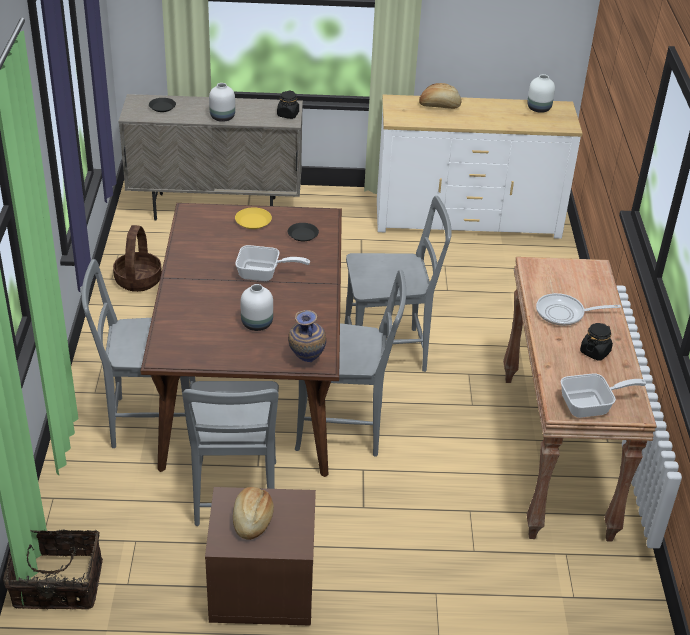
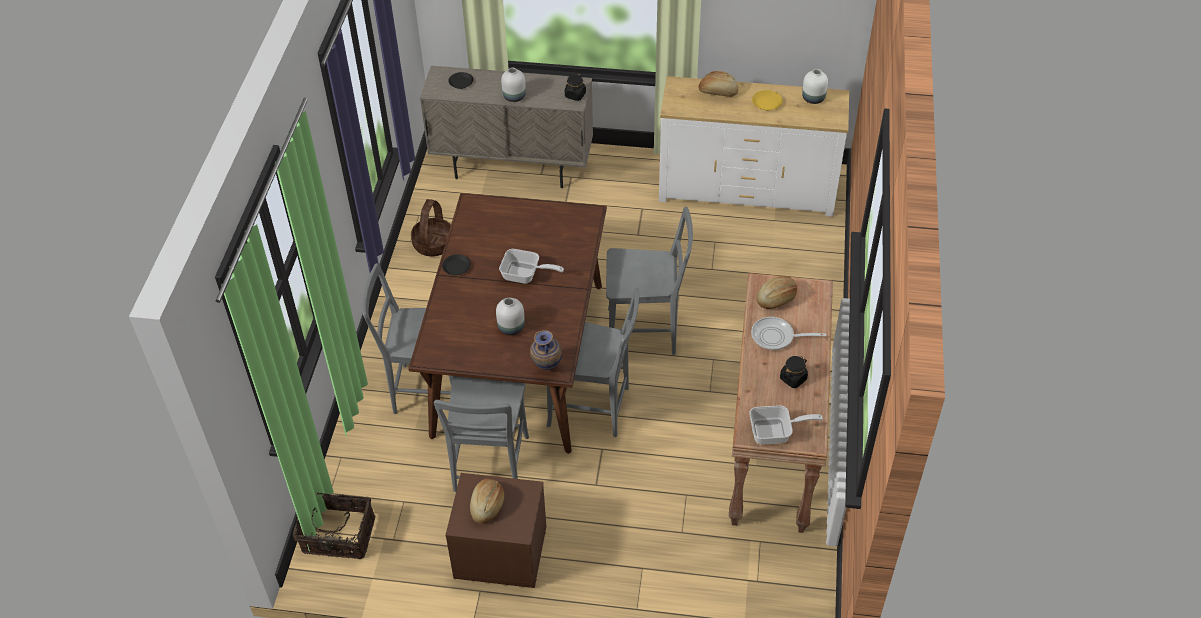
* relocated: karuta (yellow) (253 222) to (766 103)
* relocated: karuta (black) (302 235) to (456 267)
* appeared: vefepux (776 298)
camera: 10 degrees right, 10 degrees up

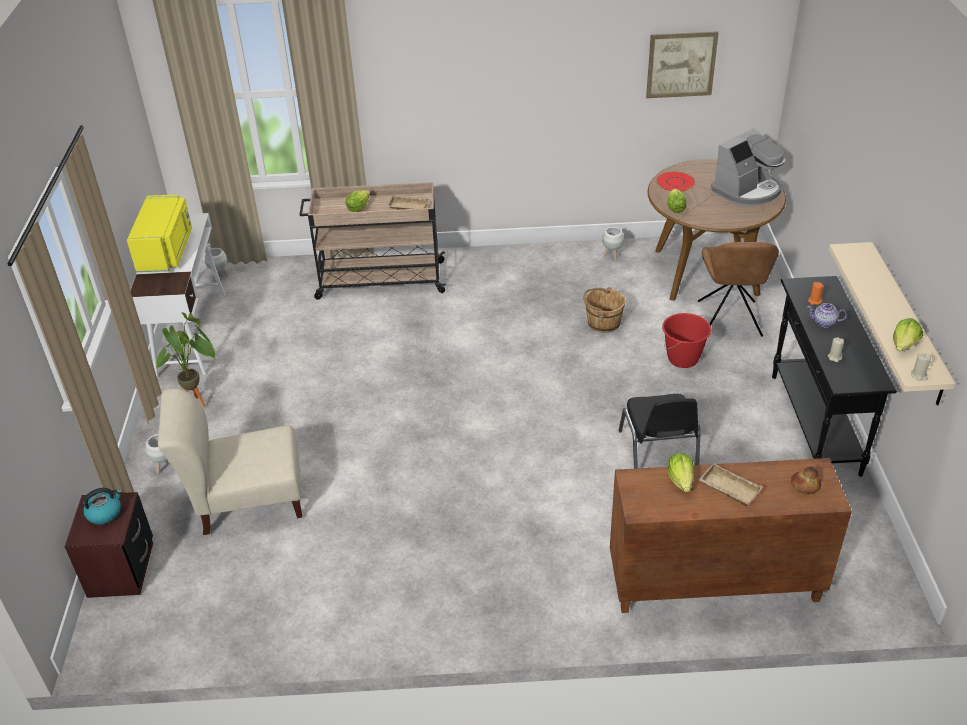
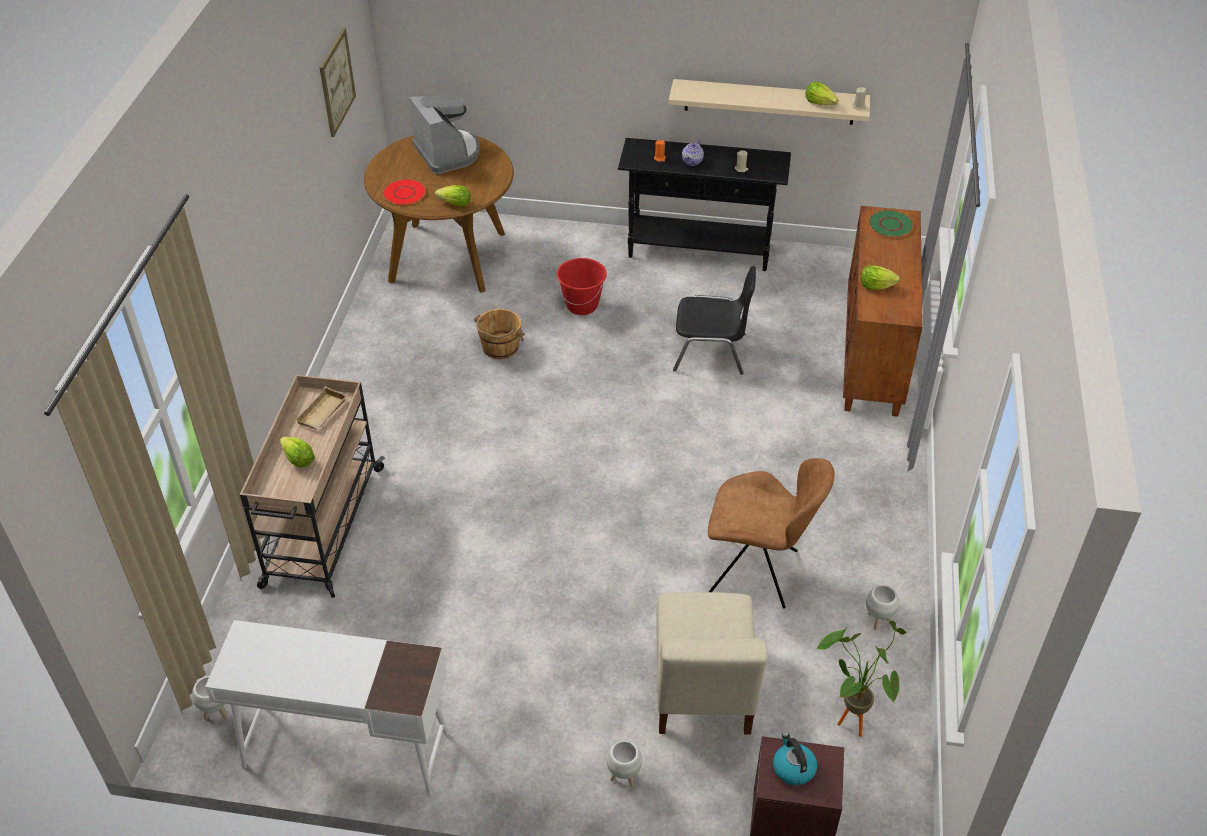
* missing: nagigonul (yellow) (166 251)
* relocated: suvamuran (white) (612 256) to (878 621)
* relocated: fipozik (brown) (729 320) to (757 572)
* relocated: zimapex (201 403) to (849 719)
* missing: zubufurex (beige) (728 489)
* exchanged: vefepux (804 485) to karuta (green) (890 225)
camera: 80 degrees left, 5 degrees up

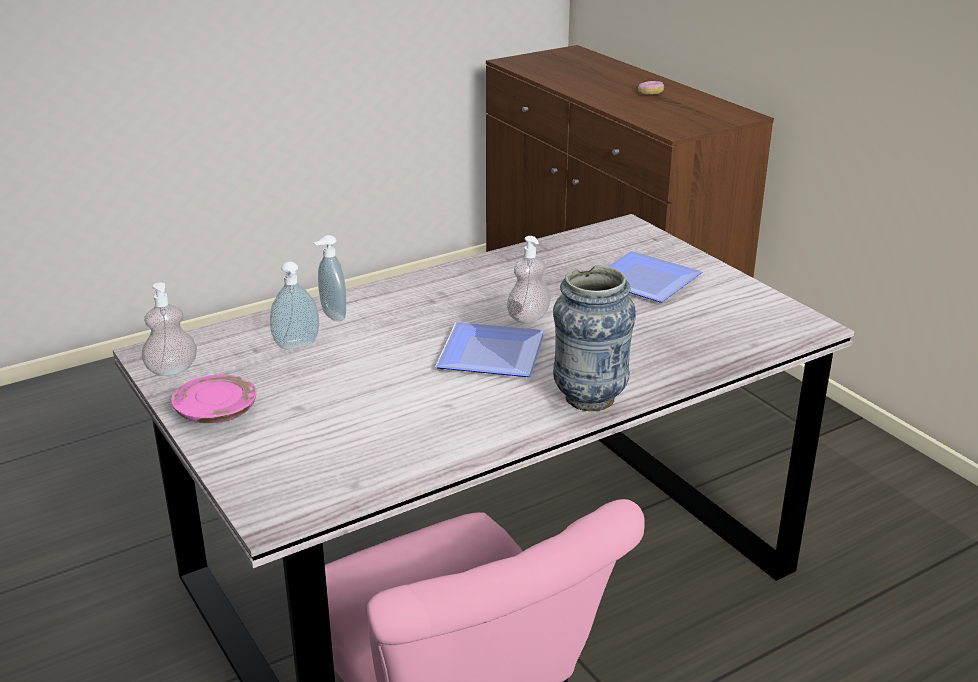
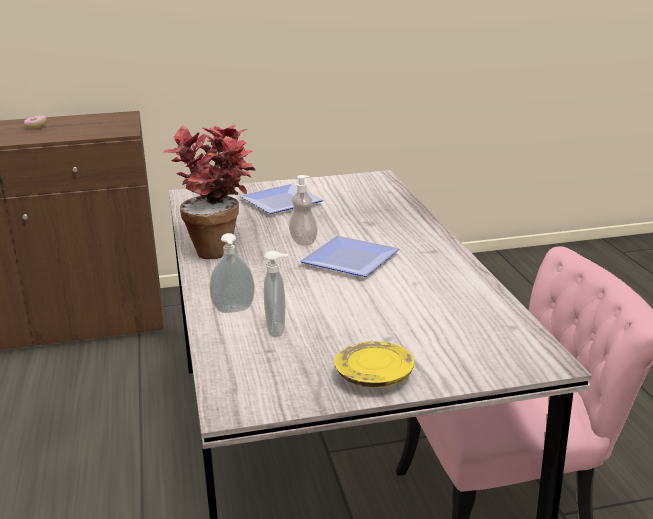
* missing: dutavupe (589 398)
* missing: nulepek (172 369)
* colour: karuta (pink) (216 411) to karuta (yellow) (374 377)
* appeared: zimapex (221 248)
camera: 70 degrees left, 5 degrees down

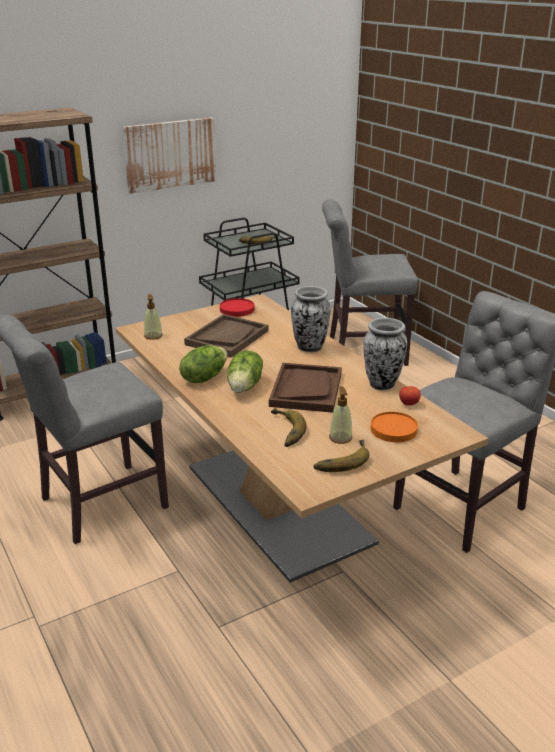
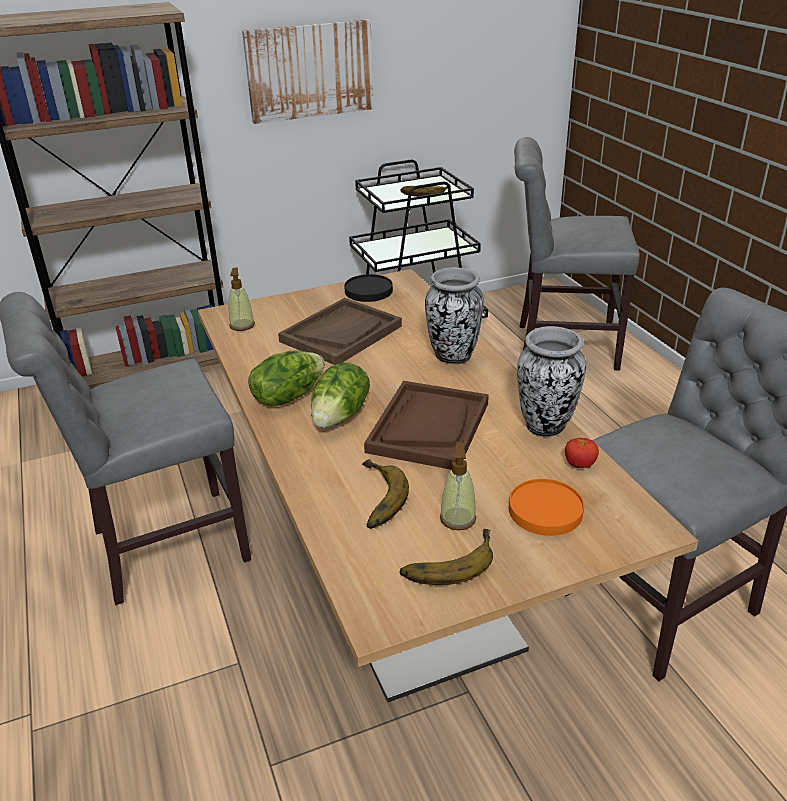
* colour: karuta (red) (237 309) to karuta (black) (368 291)
camera: 10 degrees right, 5 degrees up

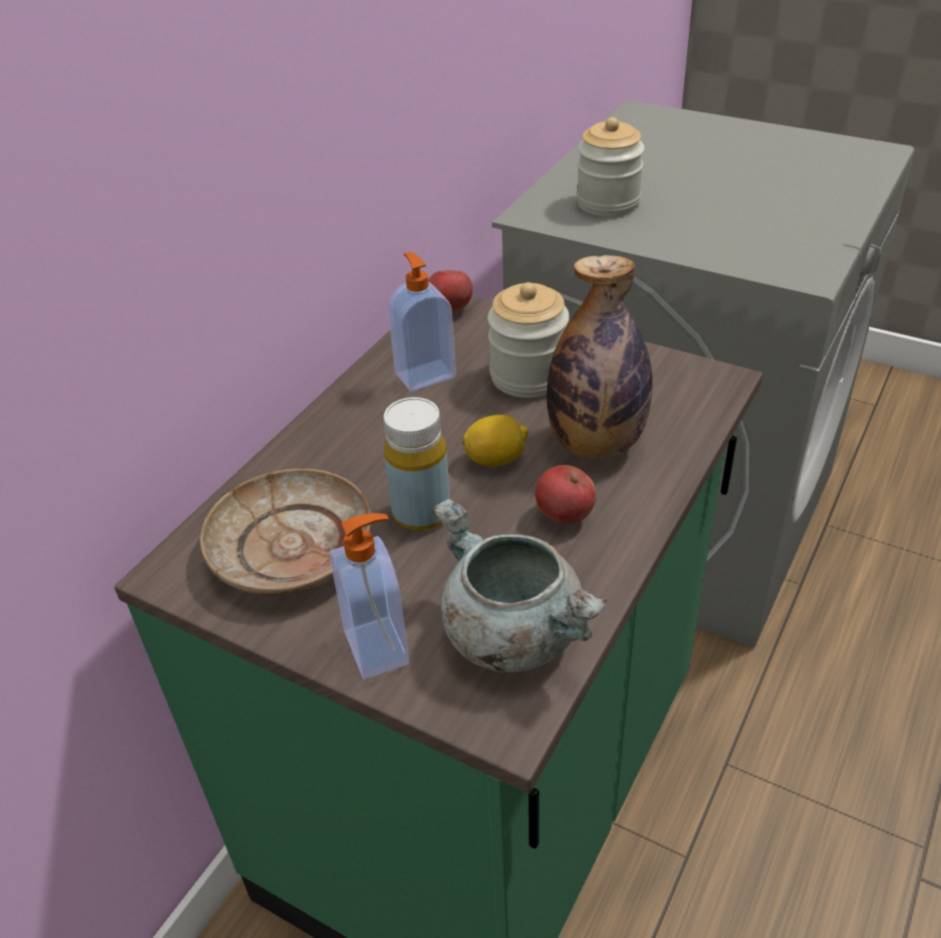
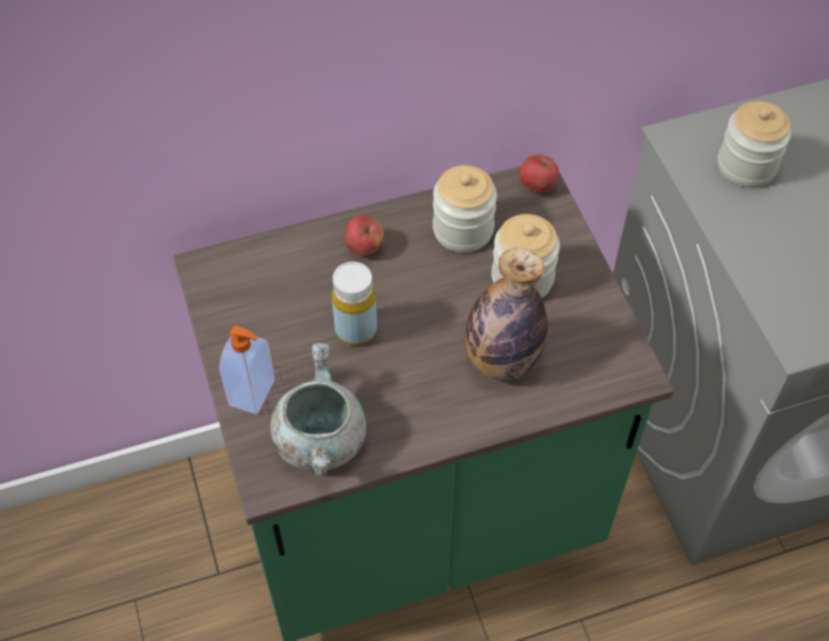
* exchanged: nulepek (424 375) to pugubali (463 229)
* missing: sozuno (496 459)
* relocated: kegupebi (564 515) to (364 247)
* missing: karuta (beige) (291 549)
camera: 40 degrees right, 15 degrees up

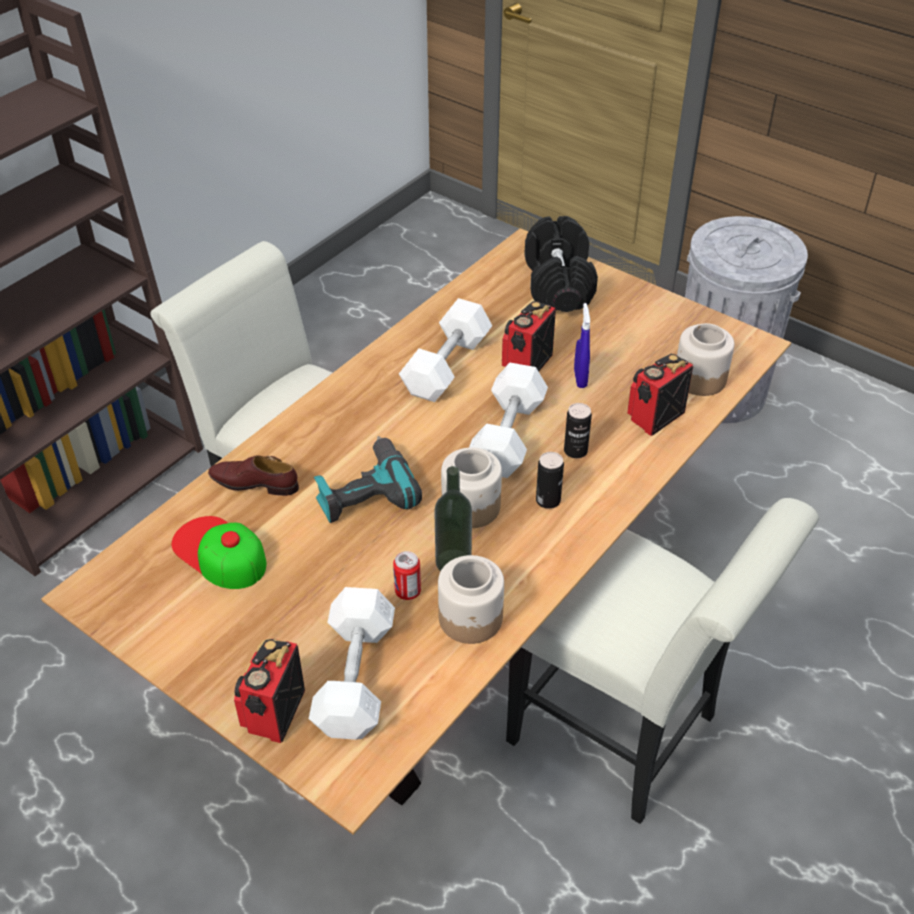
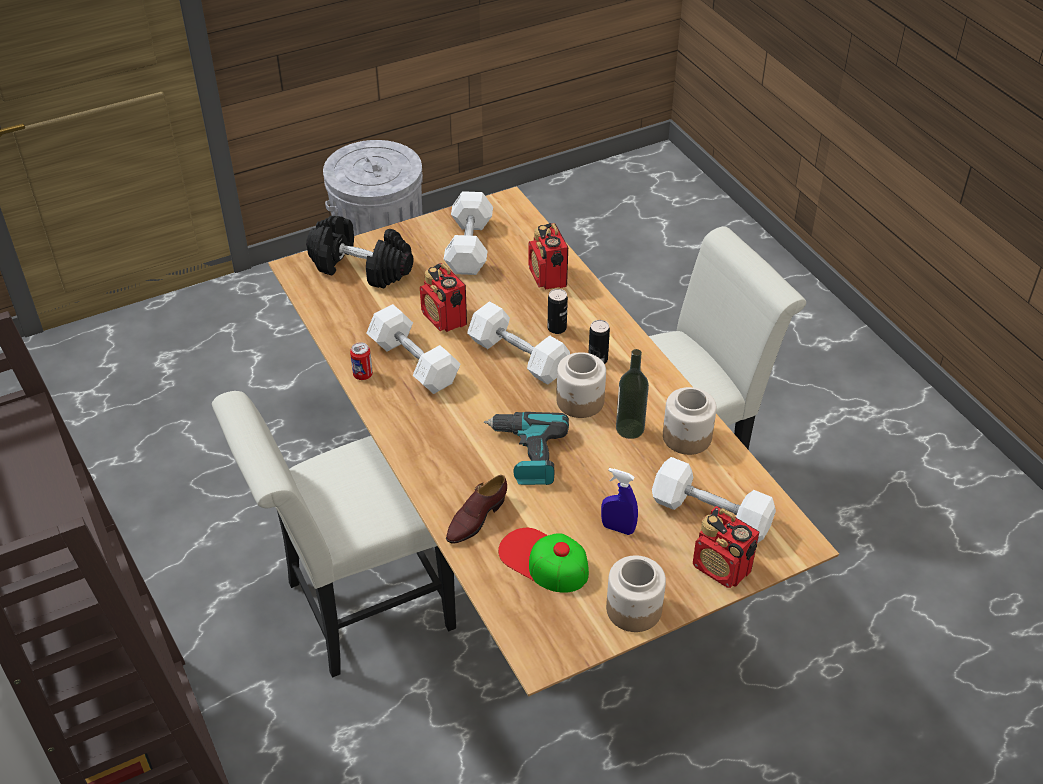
* relocated: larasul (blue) (580 378) to (618 528)
* relocated: pugubali (699 378) to (633 609)
* spun: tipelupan (219 553) = (543 560) 60 degrees clockwise
* relocated: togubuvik (407 591) to (363 375)
* appeared: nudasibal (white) (469 246)
camera: 65 degrees left, 0 degrees up

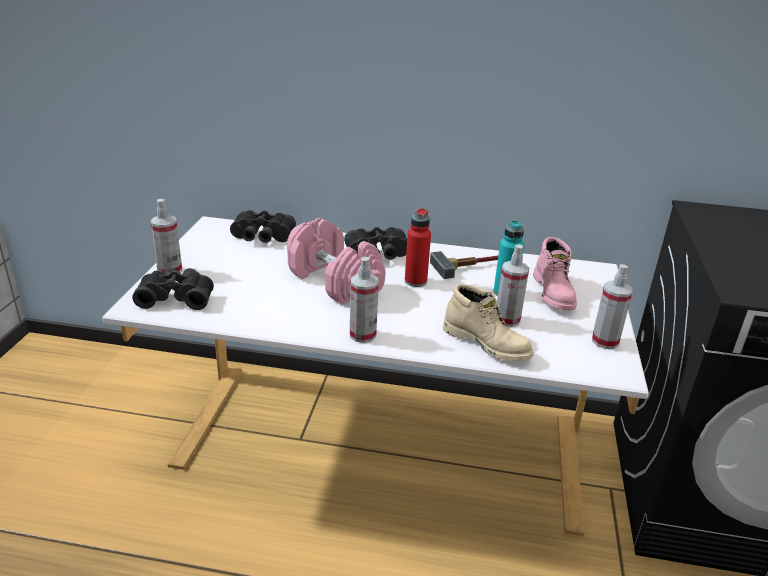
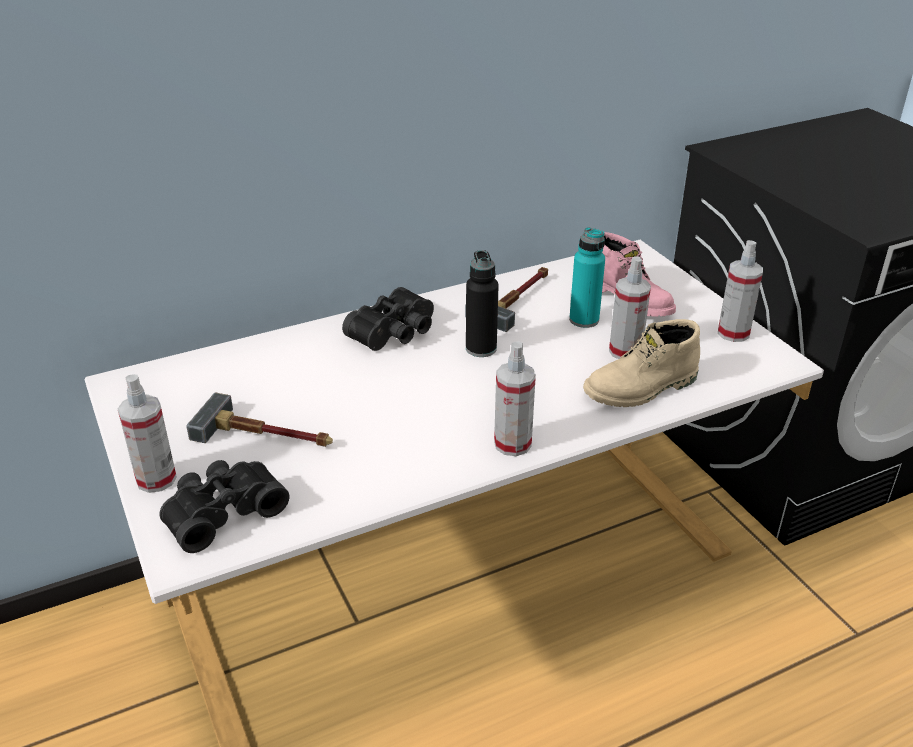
* colour: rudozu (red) (415 281) to rudozu (black) (481 348)
* missing: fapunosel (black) (262 237)
* missing: nudasibal (pink) (335 281)
* spun: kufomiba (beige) (487 343) = (641 389) 150 degrees clockwise
* appeared: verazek (266 435)
camera: 35 degrees left, 5 degrees up

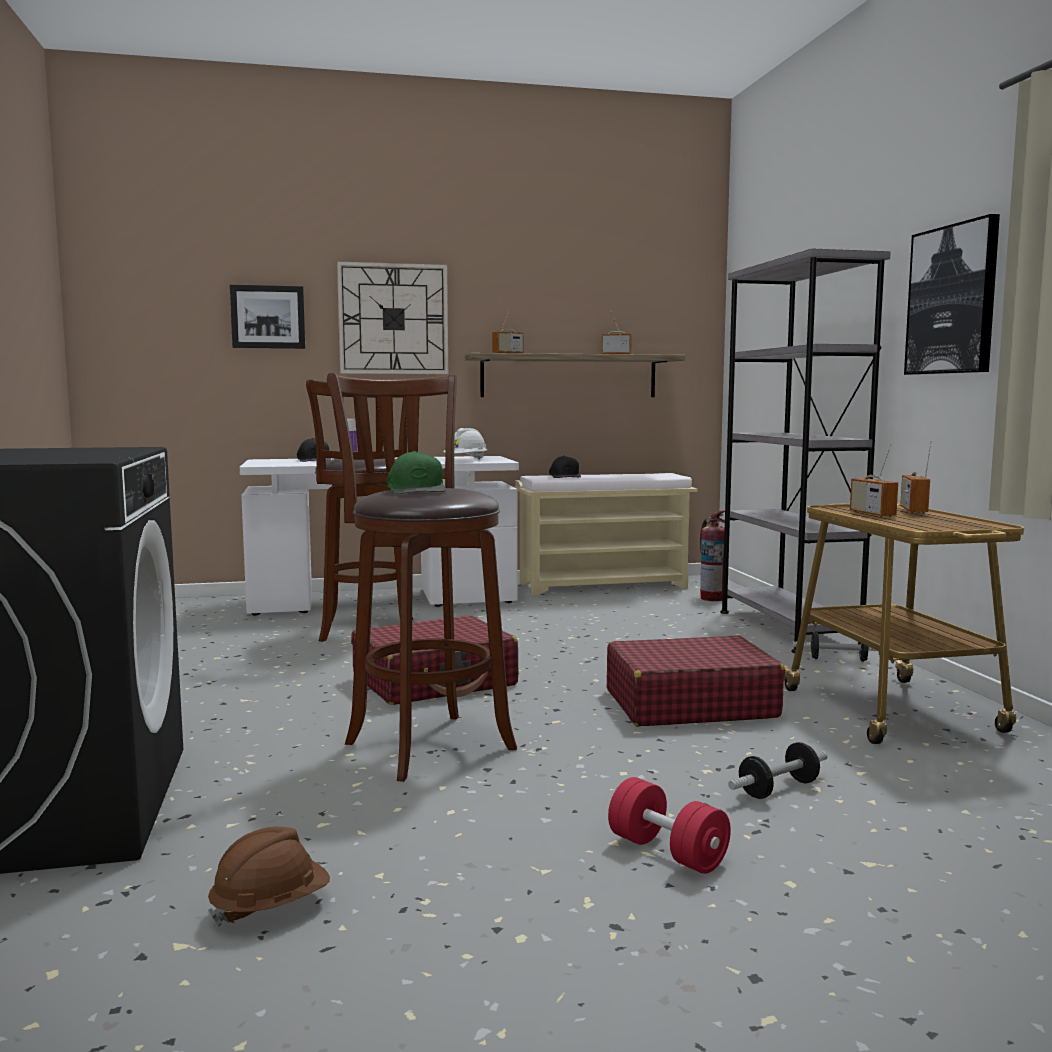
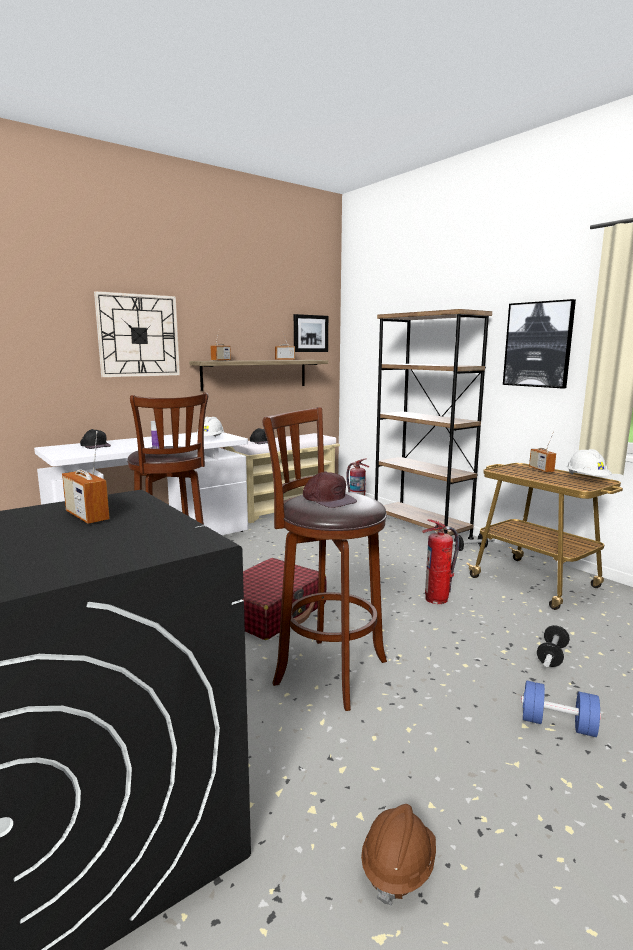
* colour: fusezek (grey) (787 629) to fusezek (brown) (421 529)
* relocated: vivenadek (268 317) to (310 333)
* relocated: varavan (872 514) to (87 516)
* colour: tipelupan (green) (417 490) to tipelupan (brown) (328 499)
* exchanged: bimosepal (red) (689 704) to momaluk (437 599)
* colour: nudasibal (red) (667 852) to nudasibal (blue) (557 724)
* appeared: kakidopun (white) (587 478)
camera: 25 degrees left, 5 degrees up

